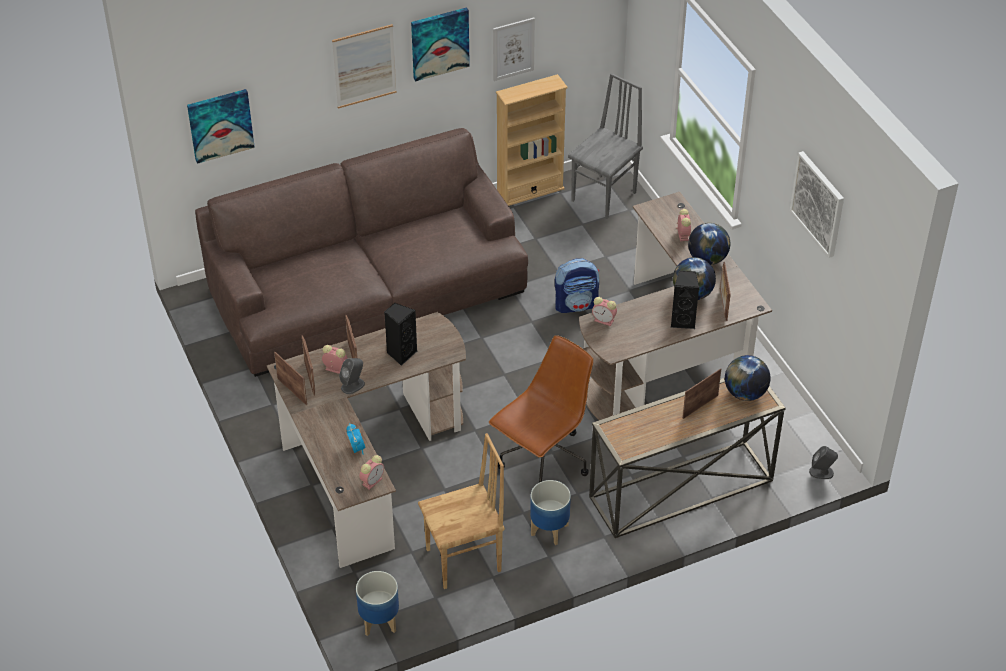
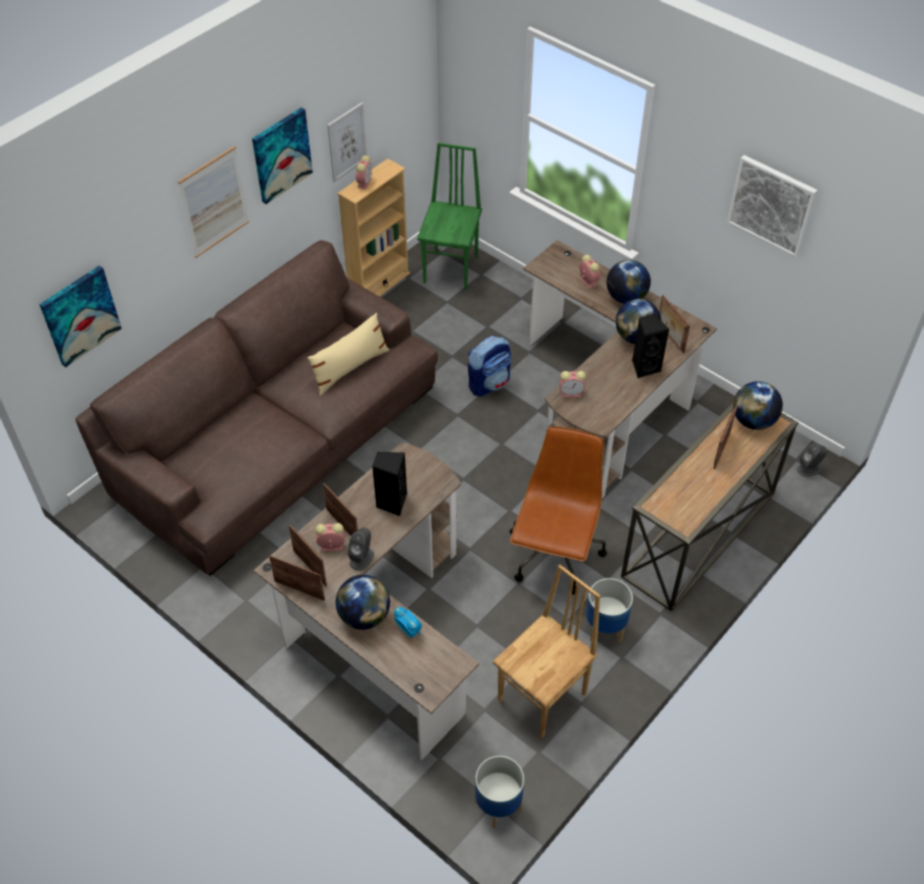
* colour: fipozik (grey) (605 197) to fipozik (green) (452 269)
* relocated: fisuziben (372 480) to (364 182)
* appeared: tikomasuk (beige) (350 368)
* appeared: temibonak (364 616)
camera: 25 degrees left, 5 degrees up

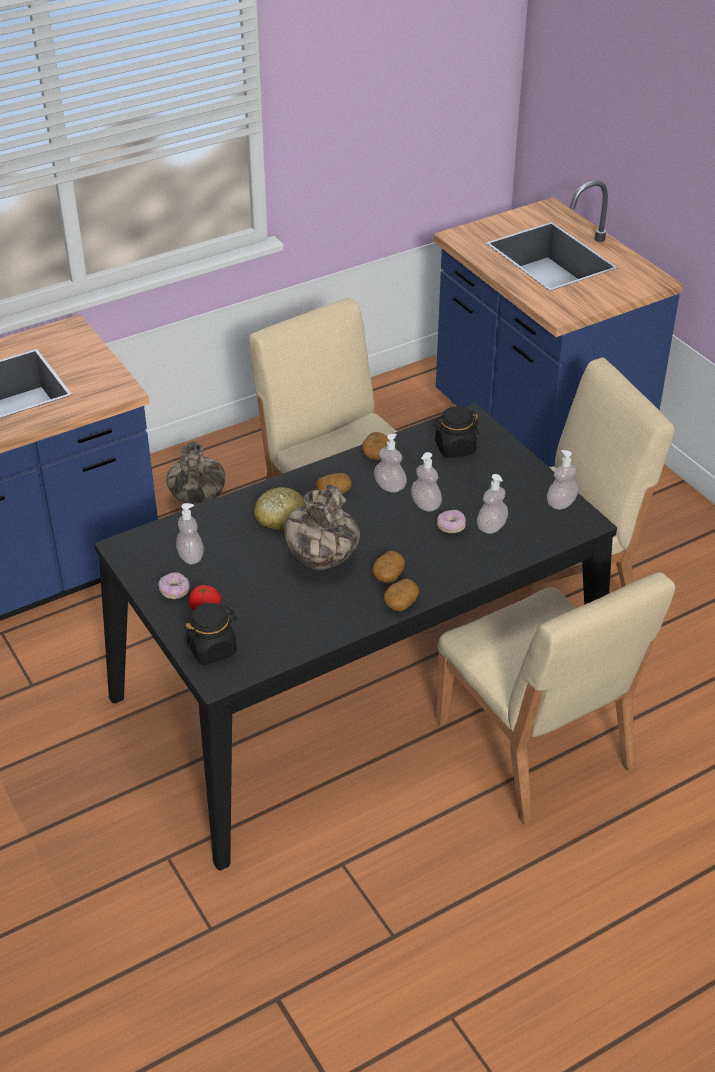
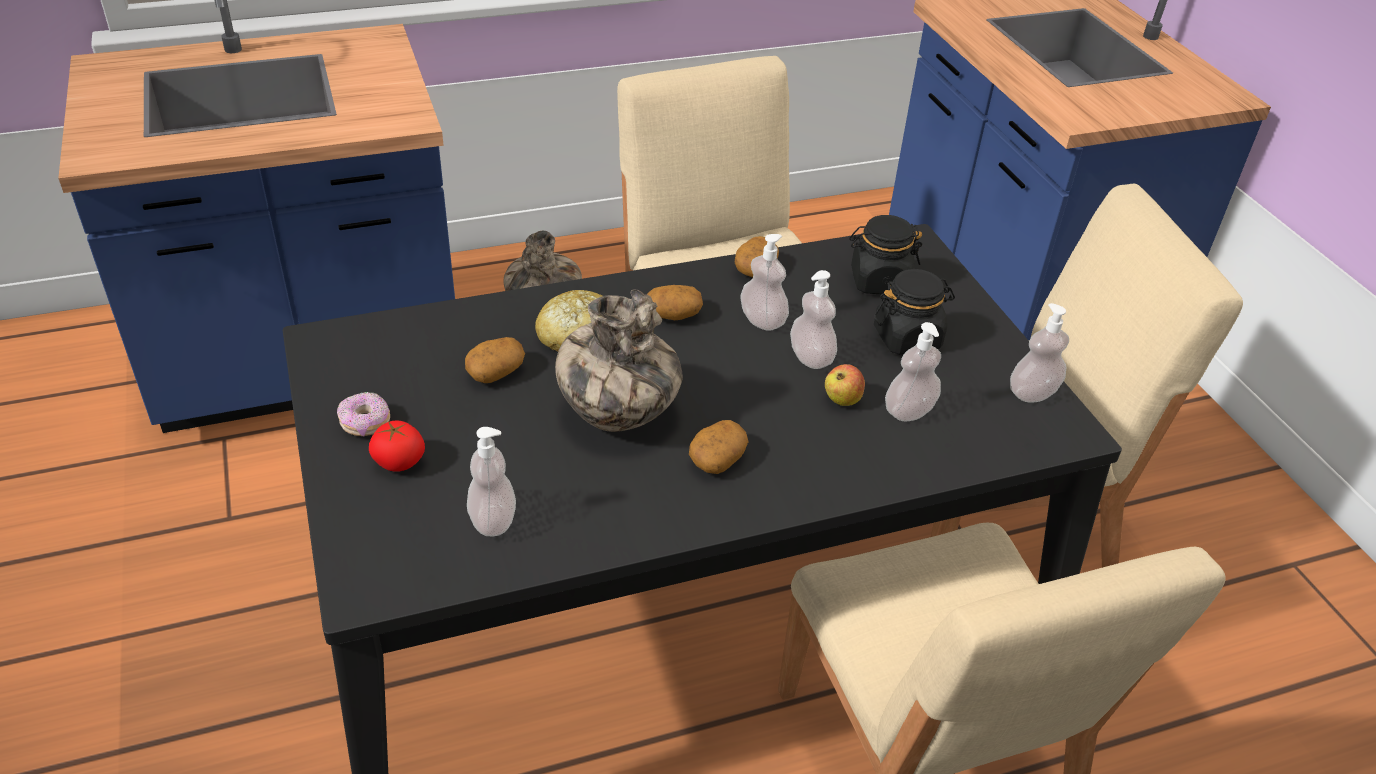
* relocated: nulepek (190 557) to (493 520)
* exchanged: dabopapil (451 527) to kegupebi (842 399)
* relocated: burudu (401 602) to (496 372)
* relocated: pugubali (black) (212 649) to (907 338)
camera: 10 degrees right, 0 degrees up

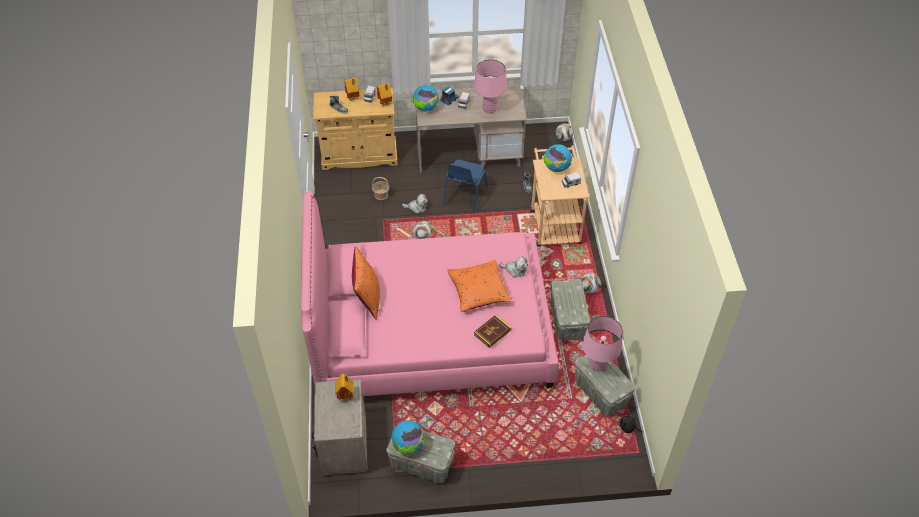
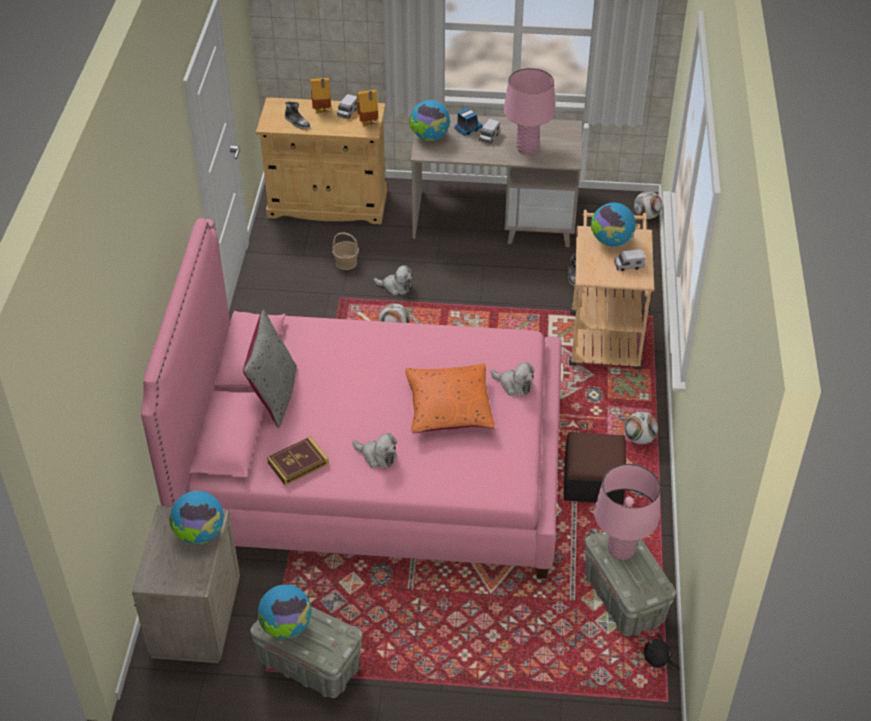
* missing: fipozik (blue) (464 196)
* colour: tikomasuk (orange) (367 298) to tikomasuk (grey) (274 395)
* exchanged: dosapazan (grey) (567 320) to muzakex (593 480)
* relocated: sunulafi (492 332) to (298 463)
* exchanged: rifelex (346 397) to temibonak (200 534)
* appeared: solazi (377 456)
camera: 10 degrees right, 5 degrees down

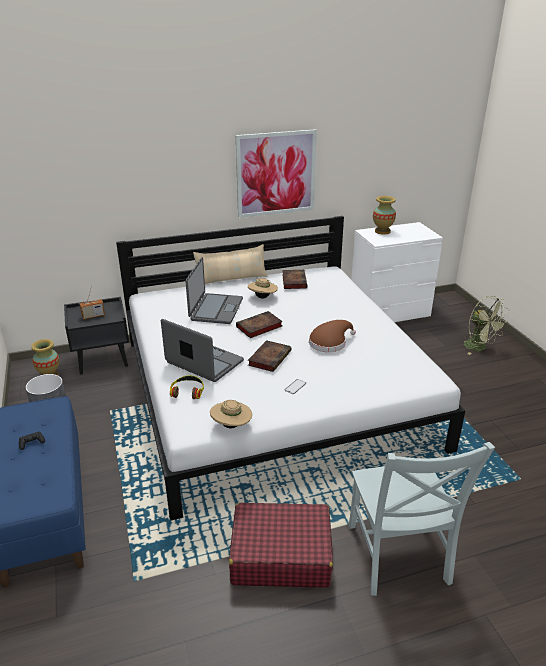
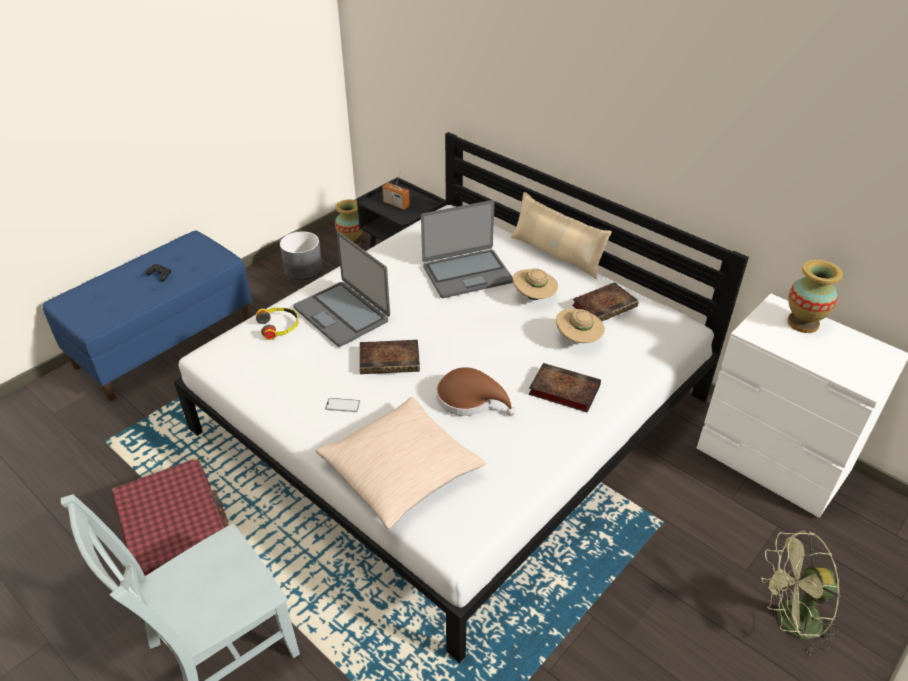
* missing: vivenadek (276 174)
* spun: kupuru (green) (479 348) = (789 622) 60 degrees clockwise
* relocated: sunulafi (258 327) to (562 390)
* spun: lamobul (204 362) = (342 314) 135 degrees clockwise
* relocated: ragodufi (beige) (231 426) to (578 339)
* appeared: tikomasuk (beige) (401 471)
camera: 60 degrees right, 10 degrees up

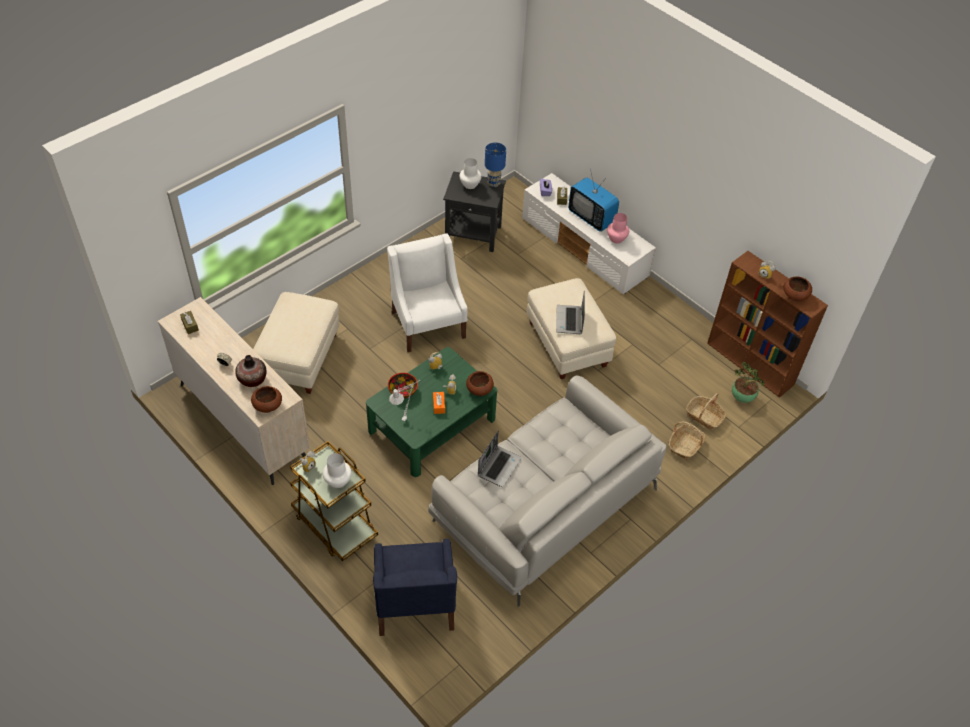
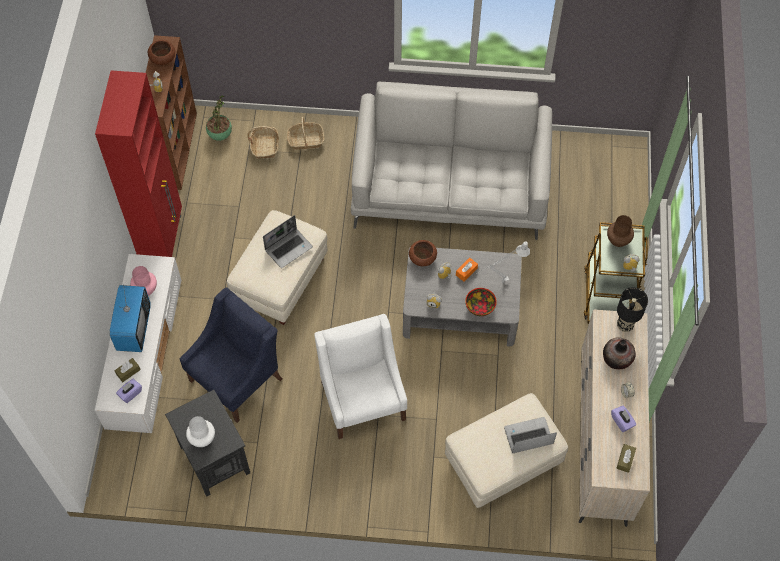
* missing: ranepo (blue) (494 184)
* spun: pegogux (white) (428 323) = (363 399) 135 degrees clockwise
* colour: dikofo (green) (432 425) to dikofo (grey) (460 307)
* exchanged: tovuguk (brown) (267 405) to ranepo (black) (624 326)
* relocated: lamobul (499 466) to (528 437)
* colour: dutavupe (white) (338 481) to dutavupe (brown) (618 240)
* relocated: pegogux (blue) (414 602) to (237 379)
* appeared: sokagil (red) (163 240)
* appeared: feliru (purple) (622 422)
camera: 130 degrees left, 10 degrees up

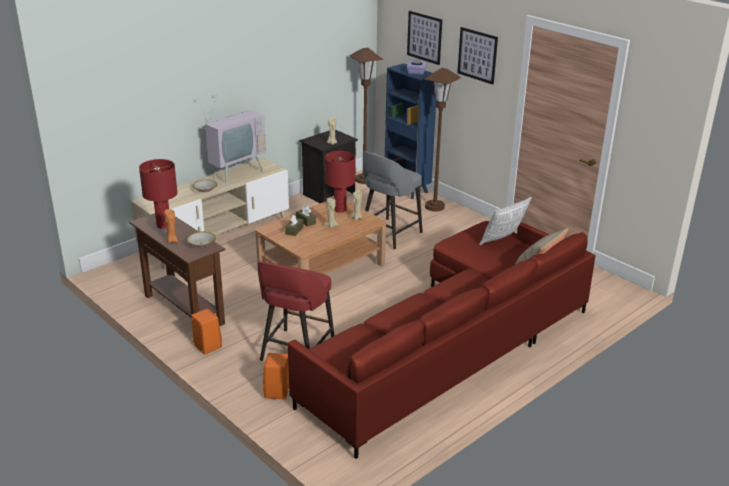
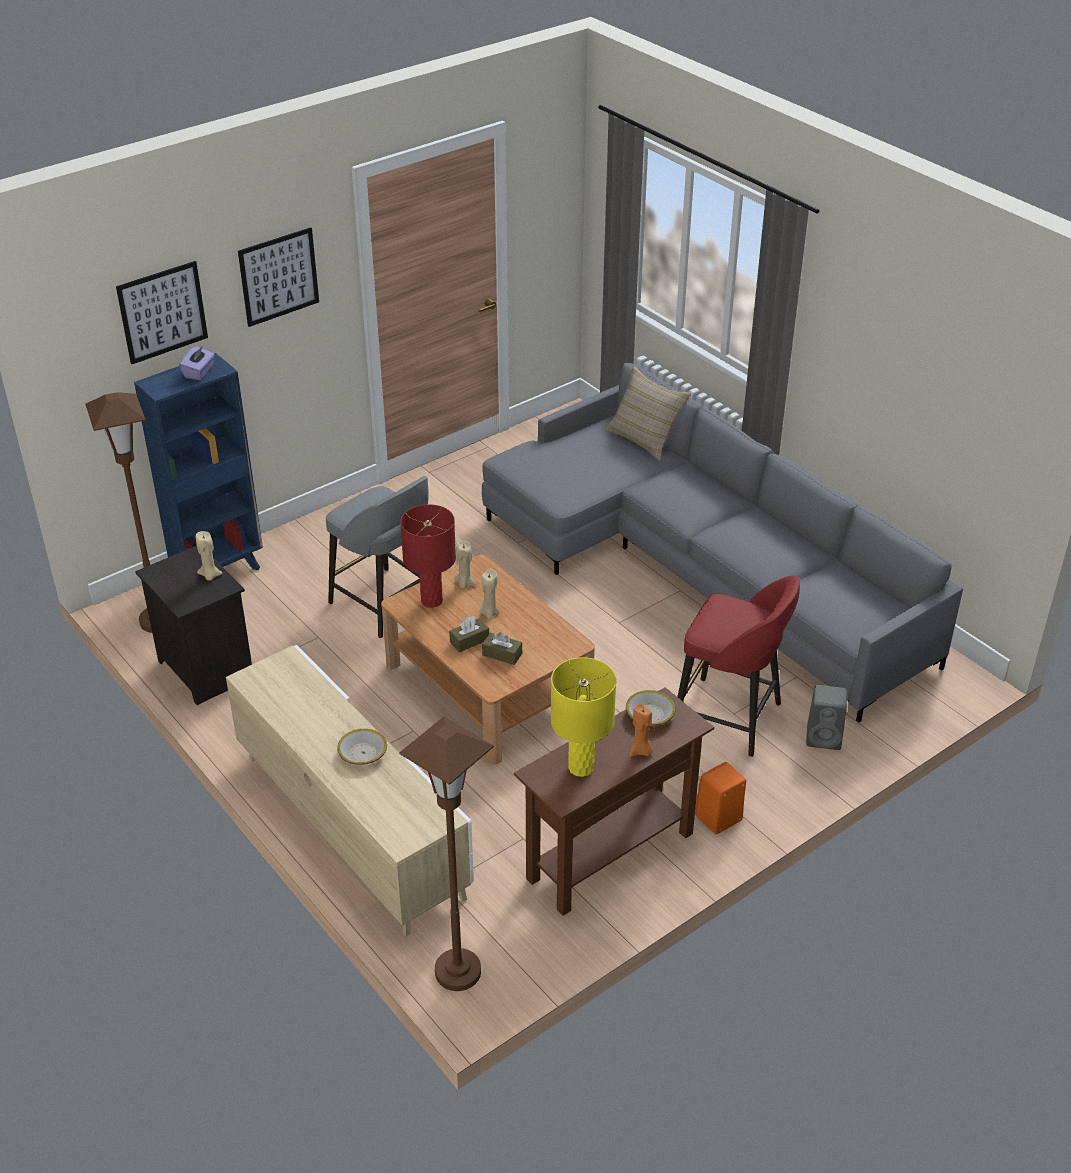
* relocated: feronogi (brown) (434 207) to (458 972)
* missing: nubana (235 173)
* colour: ranepo (red) (163 225) to ranepo (yellow) (580 767)
* missing: tikomasuk (502 241)
* colour: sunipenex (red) (454 343) to sunipenex (grey) (700 568)
* colour: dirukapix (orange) (277 392) to dirukapix (grey) (825 738)
camera: 85 degrees left, 10 degrees up

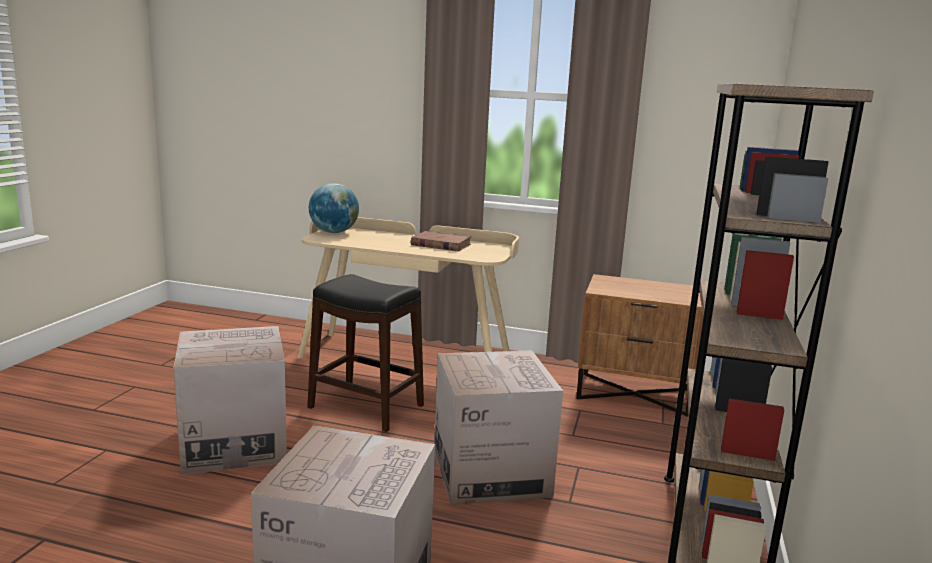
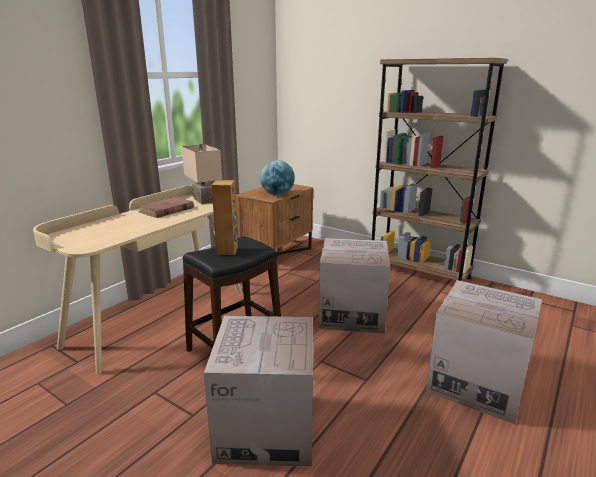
* relocated: temibonak (334 232) to (277 194)
* appeared: ranepo (beige) (206 200)
* appeared: dirukapix (brown) (227 251)
camera: 70 degrees left, 5 degrees up

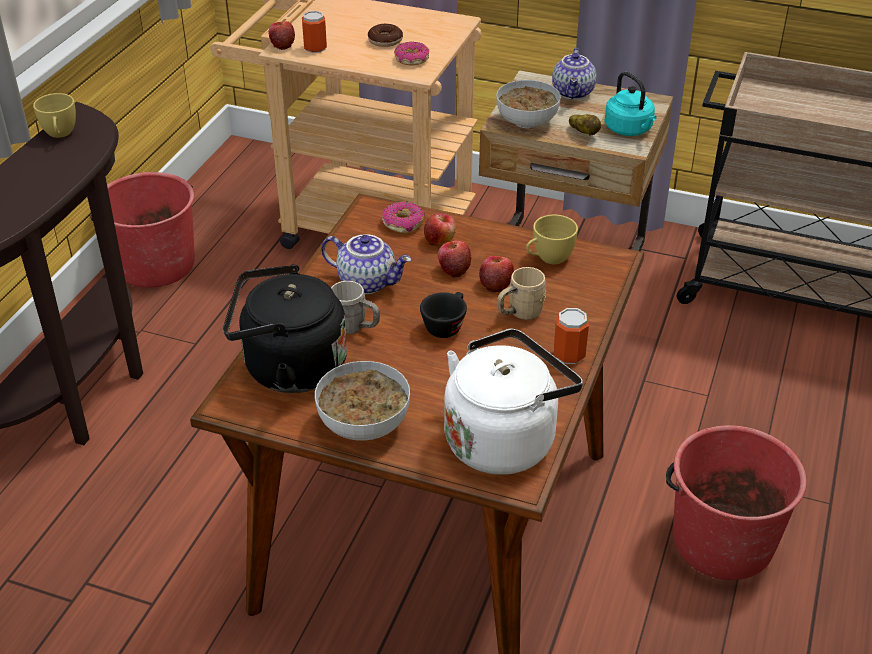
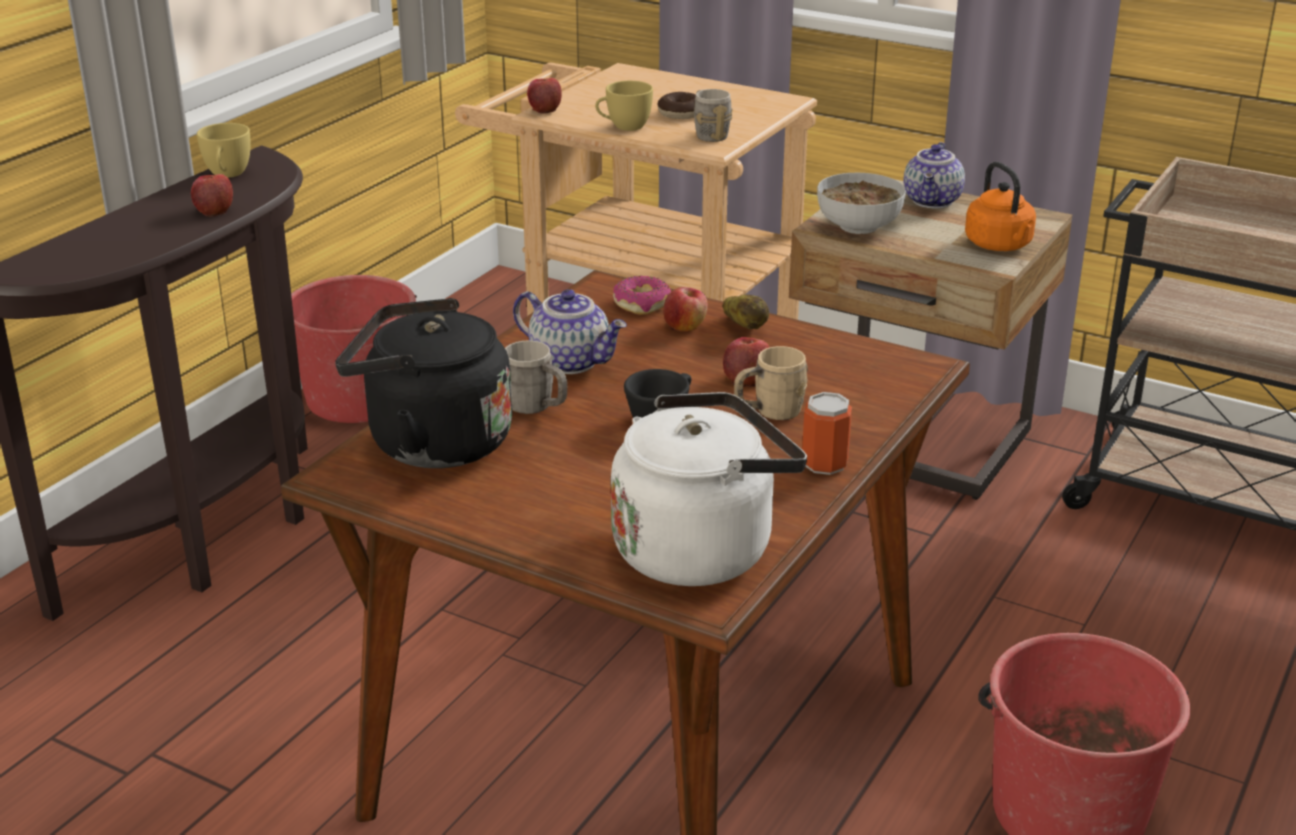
* missing: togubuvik (315 48)
* exchanged: dabopapil (411 60) to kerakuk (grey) (708 134)
* colour: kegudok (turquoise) (630 130) to kegudok (orange) (1000 245)
* relocated: burudu (584 133) to (745 327)
* relocated: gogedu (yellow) (548 259) to (623 127)
* relocated: kegupebi (454 269) to (214 210)
* missing: tovuguk (365 424)
camera: 10 degrees right, 10 degrees down

